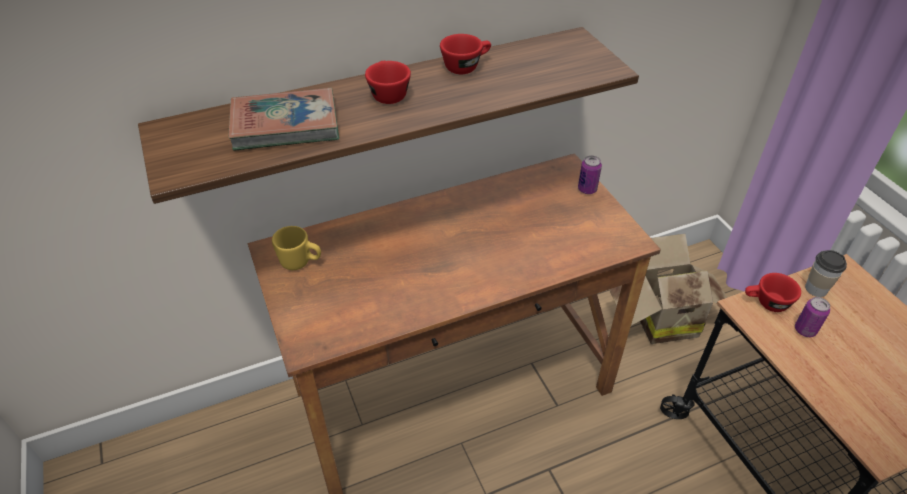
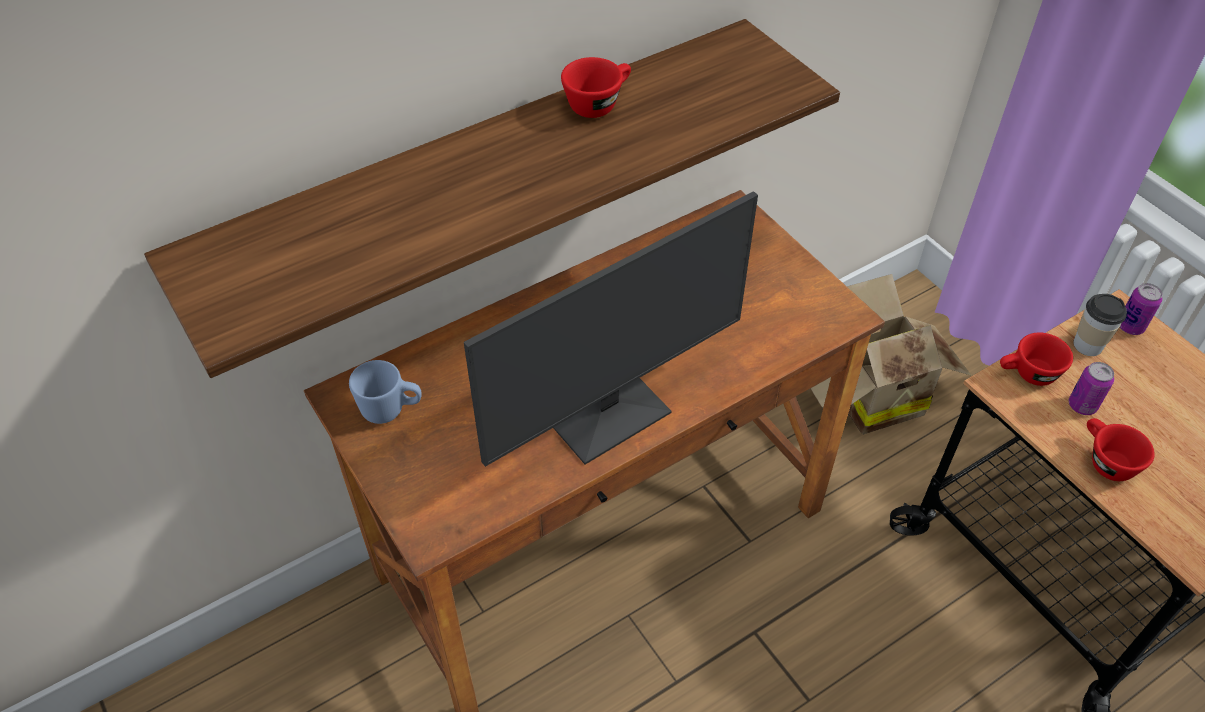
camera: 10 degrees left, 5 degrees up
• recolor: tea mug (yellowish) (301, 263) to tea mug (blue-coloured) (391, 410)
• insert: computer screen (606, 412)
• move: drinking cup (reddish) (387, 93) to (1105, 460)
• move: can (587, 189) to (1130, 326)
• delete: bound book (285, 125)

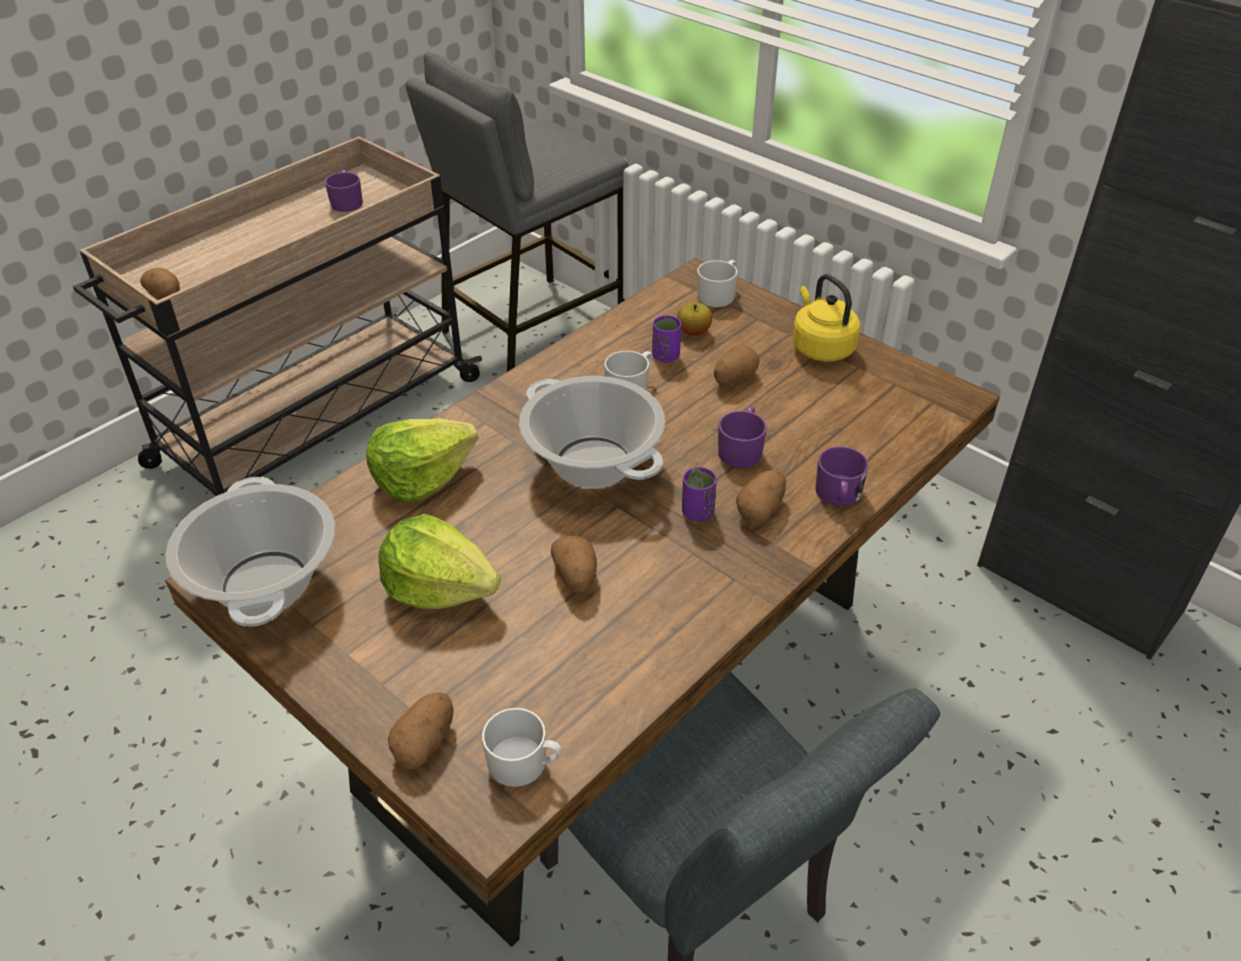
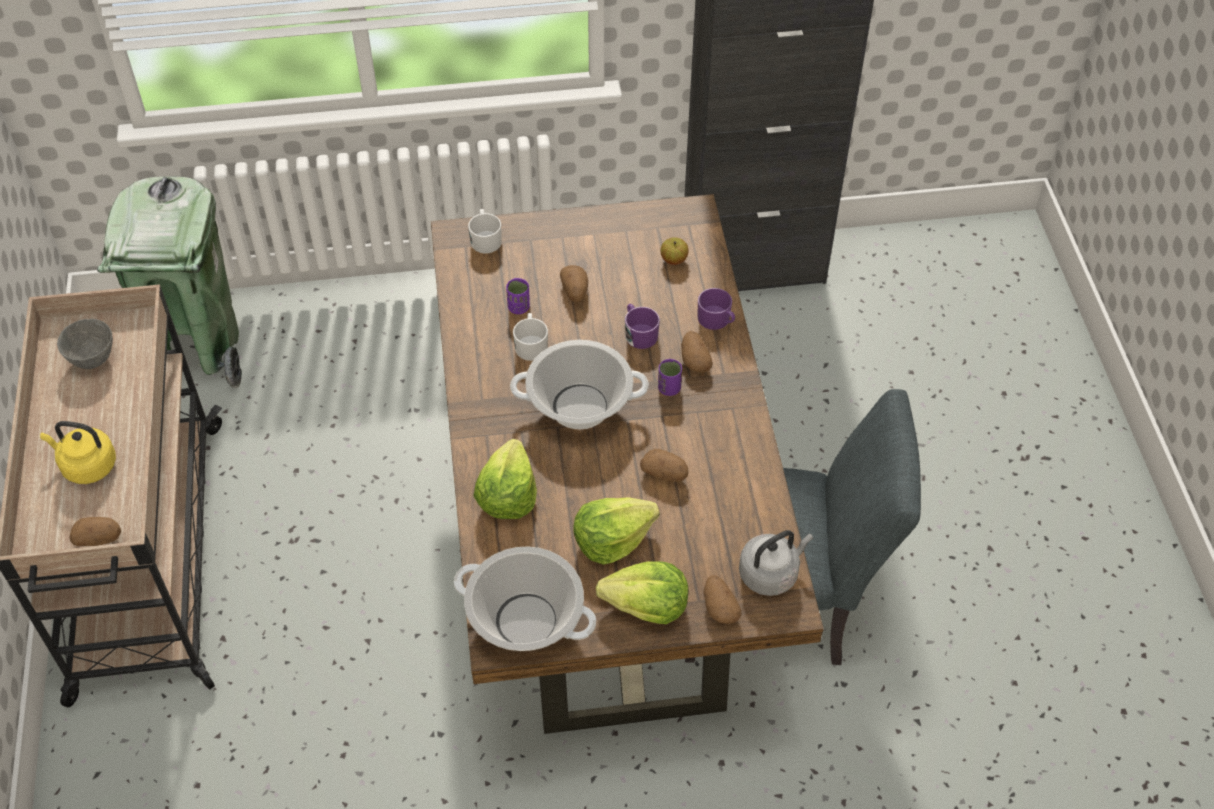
camera: 50 degrees left, 10 degrees up
• move: kettle (yellowish) (820, 347) to (87, 466)
• replace: tea mug (purple) (347, 202) to serving bowl (greyish) (91, 359)
• replace: stool seat (greyish) (531, 328) to rubbish bin (green) (197, 352)
• insert: lettuce head (647, 606)
• move: apple (693, 332) to (674, 259)
• replace: tea mug (whitish) (525, 763) to kettle (greyish) (771, 573)

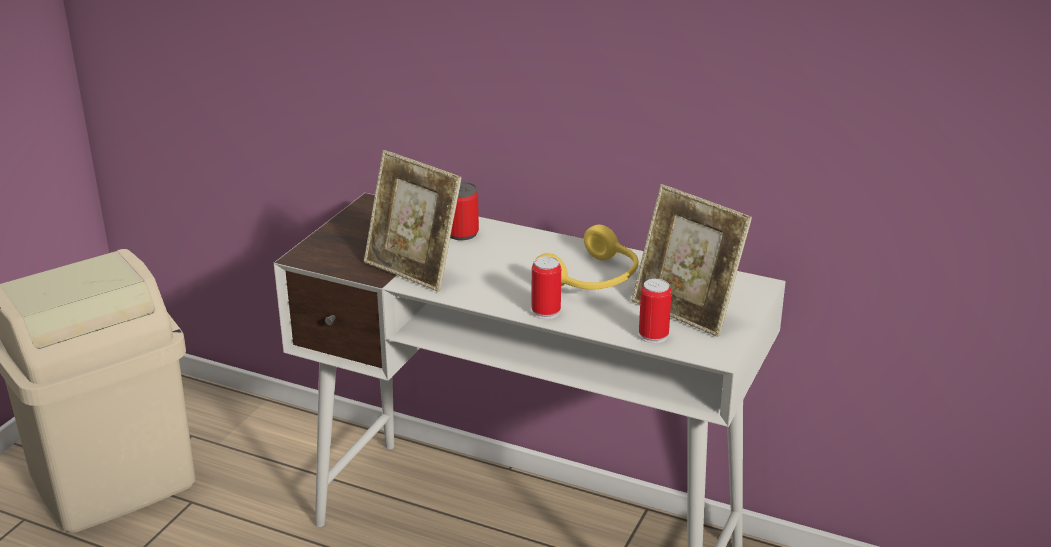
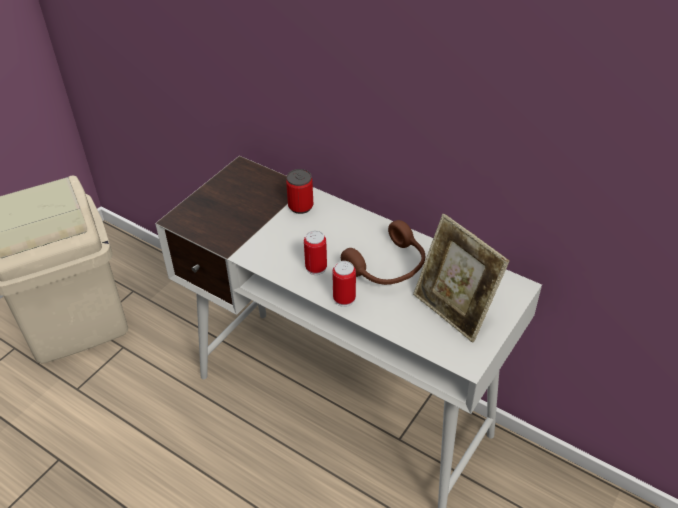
camera: 10 degrees right, 15 degrees up
• move: can (653, 335) to (316, 267)
• recolor: pair of headphones (yellowish) (592, 280) to pair of headphones (brownish) (388, 267)
• delete: picture frame (413, 270)

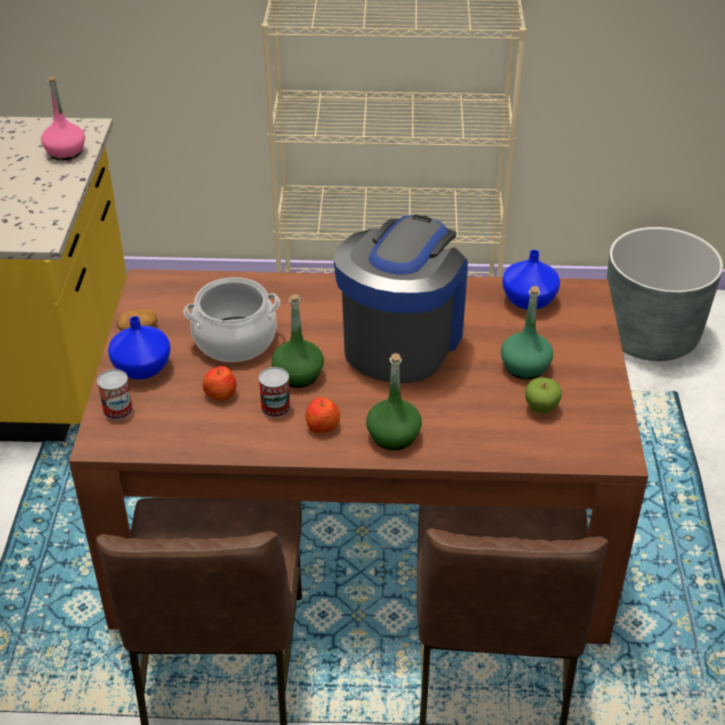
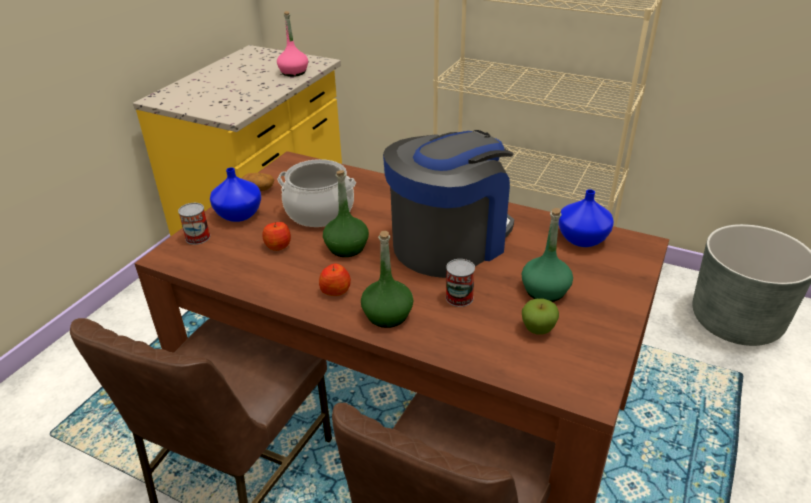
camera: 25 degrees right, 5 degrees down
• move: can (275, 407) to (459, 297)

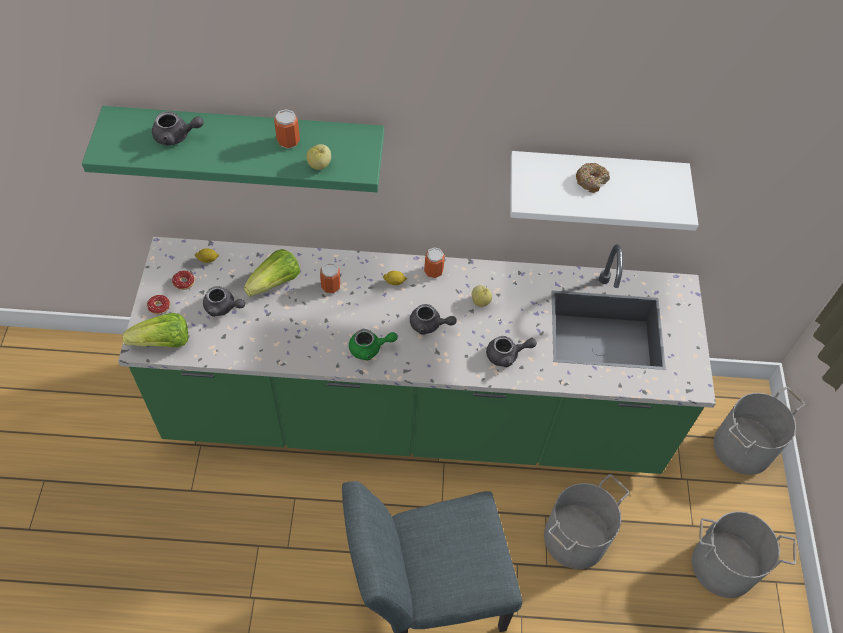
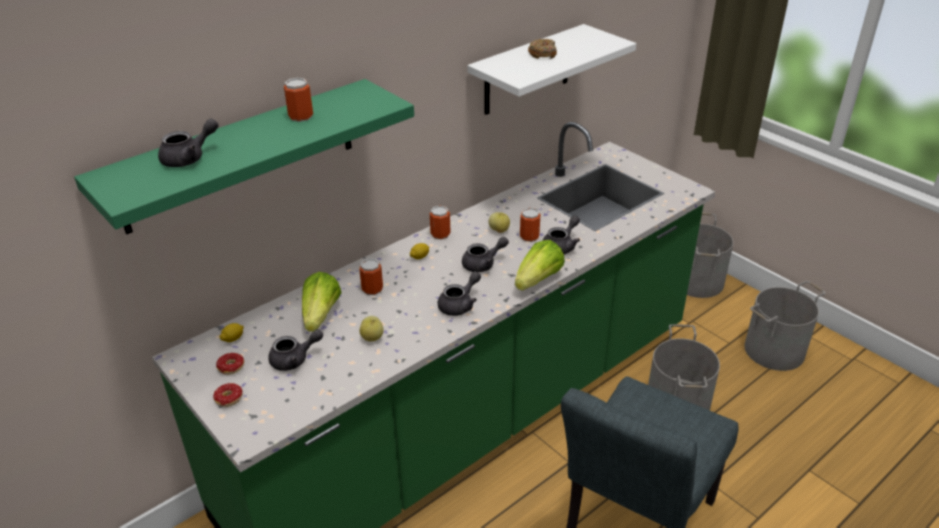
camera: 40 degrees left, 20 degrees down
• move: apple (319, 165) to (372, 337)
• recolor: teapot (green) (370, 348) to teapot (greyish) (460, 305)
• move: lettuce head (163, 342) to (538, 280)
• insert: can (529, 237)

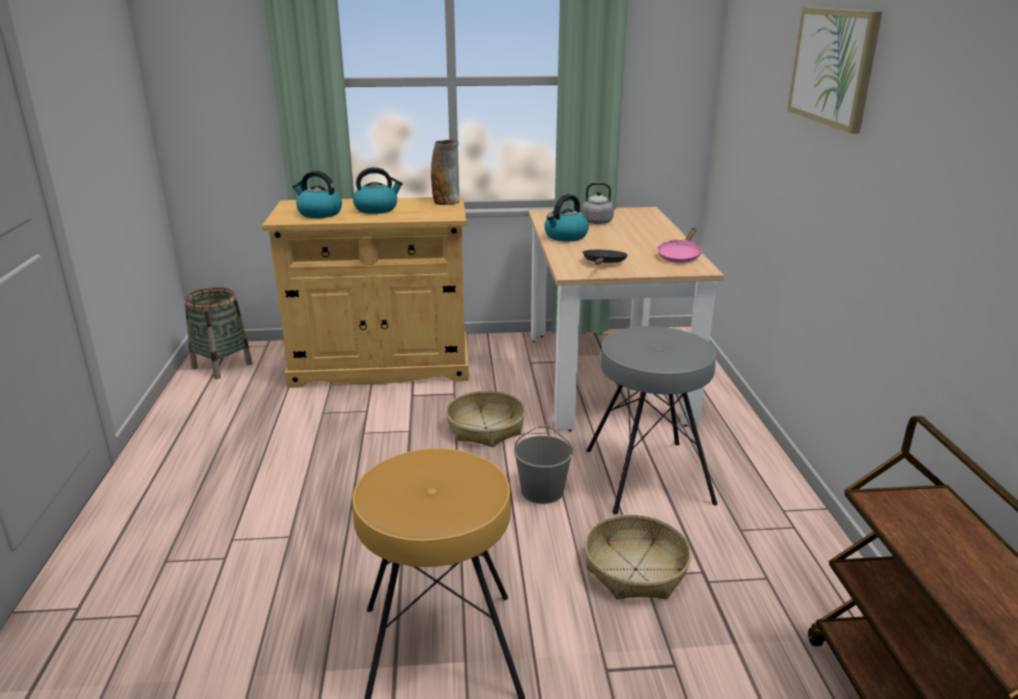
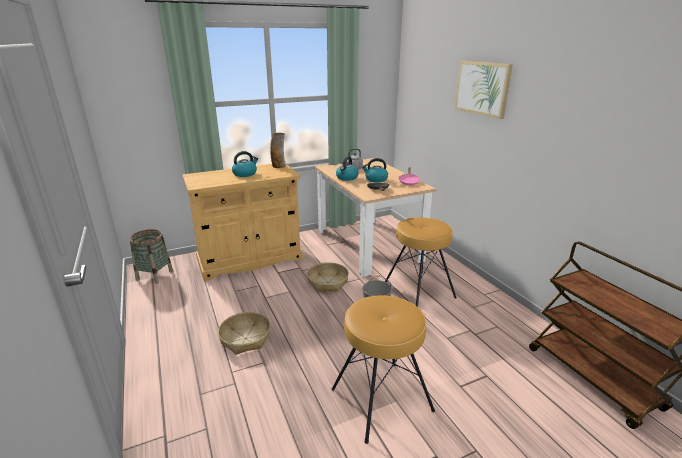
camera: 20 degrees left, 0 degrees up
• move: basket (636, 569) to (246, 338)
• move: kettle (319, 213) to (375, 179)
• recolor: stool seat (greyish) (647, 476) to stool seat (brownish) (418, 291)

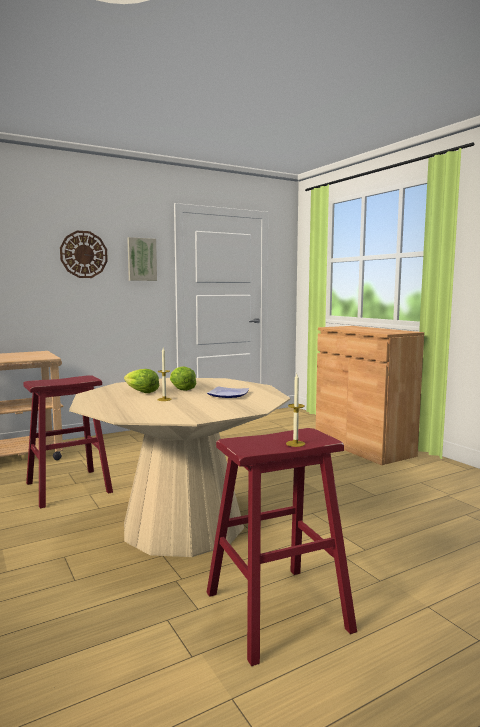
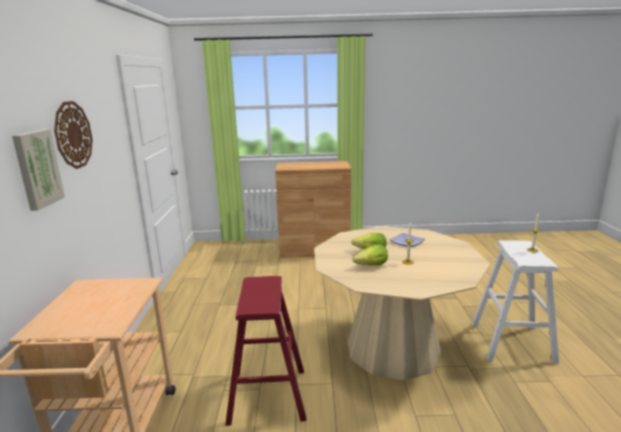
camera: 60 degrees left, 10 degrees up
• move: picture (141, 259) to (37, 168)
• recolor: stool seat (reddish) (277, 611) to stool seat (whitish) (512, 342)

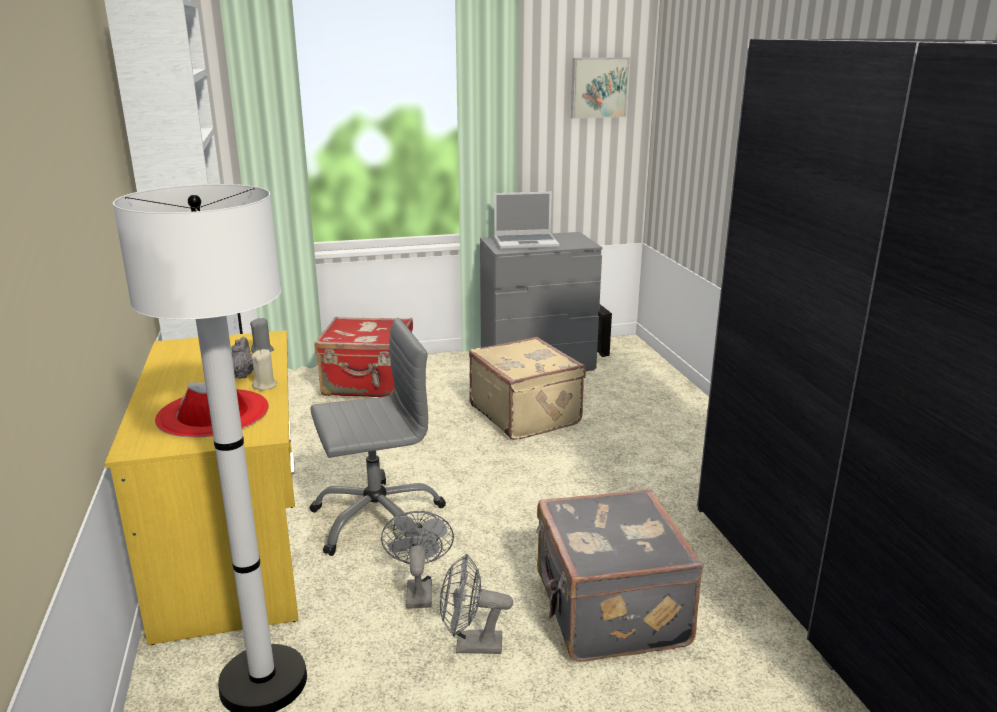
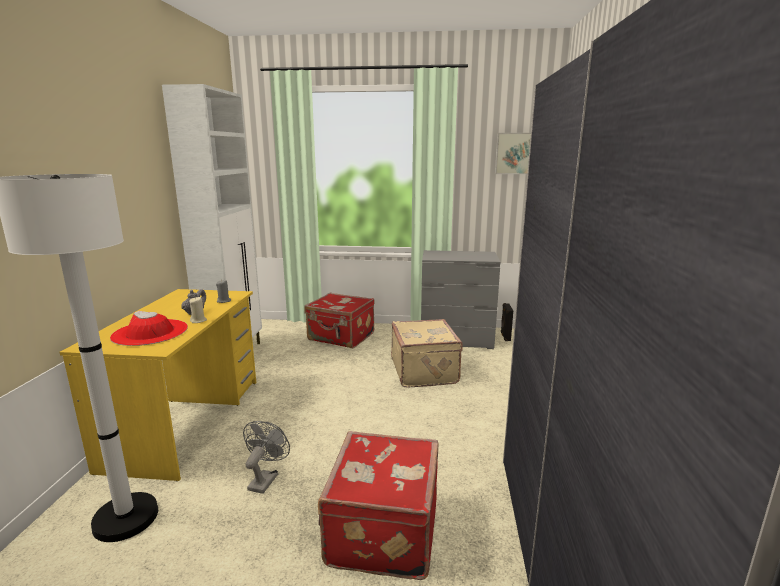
camera: 20 degrees right, 5 degrees down
• recolor: piece of luggage (greyish) (608, 611) to piece of luggage (reddish) (381, 531)
• delete: desk chair (greyish) (377, 519)
• delete: cooling fan (greyish) (470, 645)
• delete: laptop (526, 243)

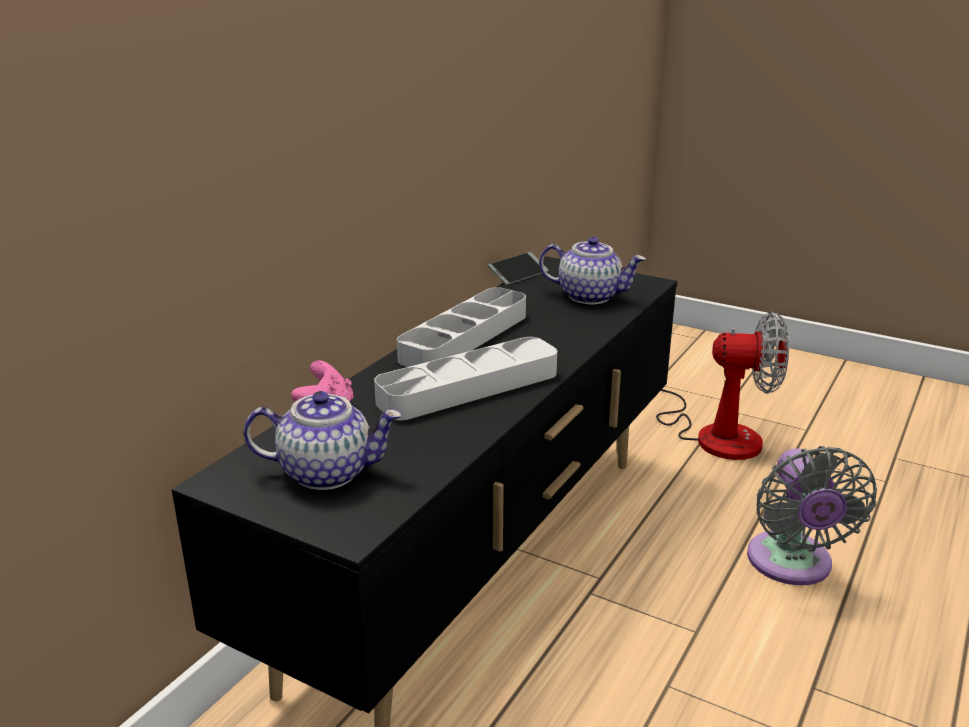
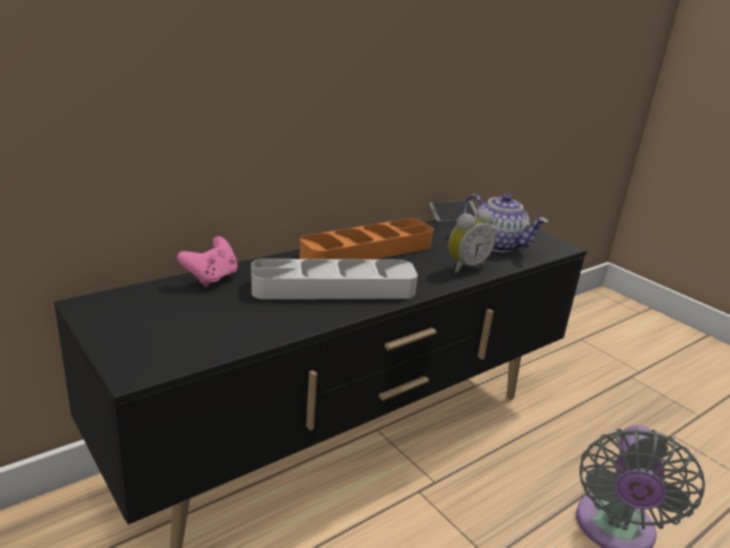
camera: 20 degrees right, 0 degrees up
• recolor: serving tray (greyish) (465, 337) to serving tray (orange) (367, 251)
• insert: table clock (465, 266)
• delete: teapot (327, 472)
• delete: cooling fan (712, 432)

